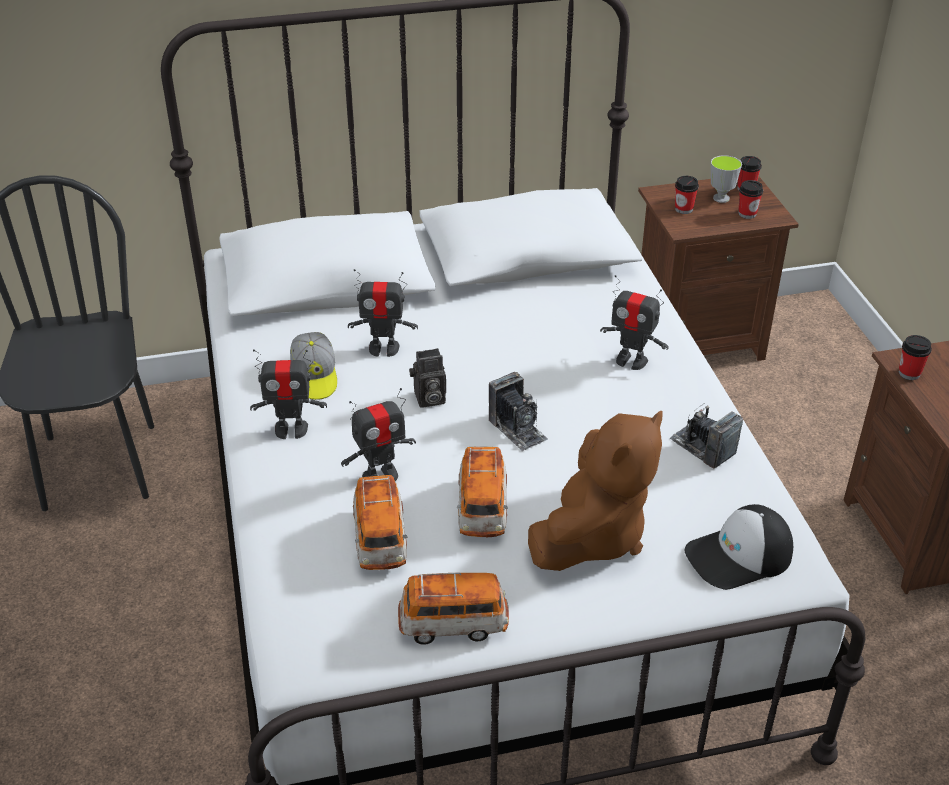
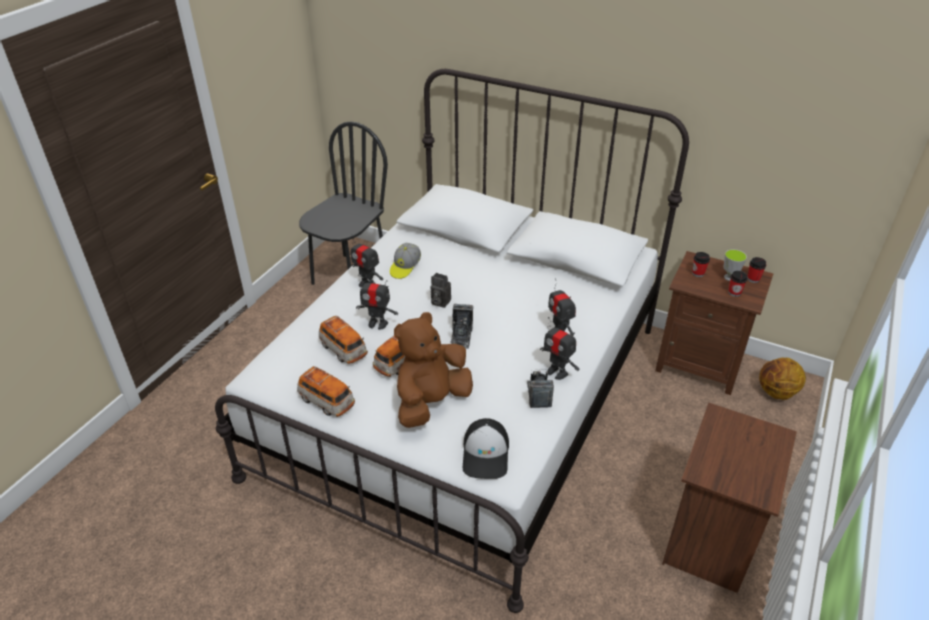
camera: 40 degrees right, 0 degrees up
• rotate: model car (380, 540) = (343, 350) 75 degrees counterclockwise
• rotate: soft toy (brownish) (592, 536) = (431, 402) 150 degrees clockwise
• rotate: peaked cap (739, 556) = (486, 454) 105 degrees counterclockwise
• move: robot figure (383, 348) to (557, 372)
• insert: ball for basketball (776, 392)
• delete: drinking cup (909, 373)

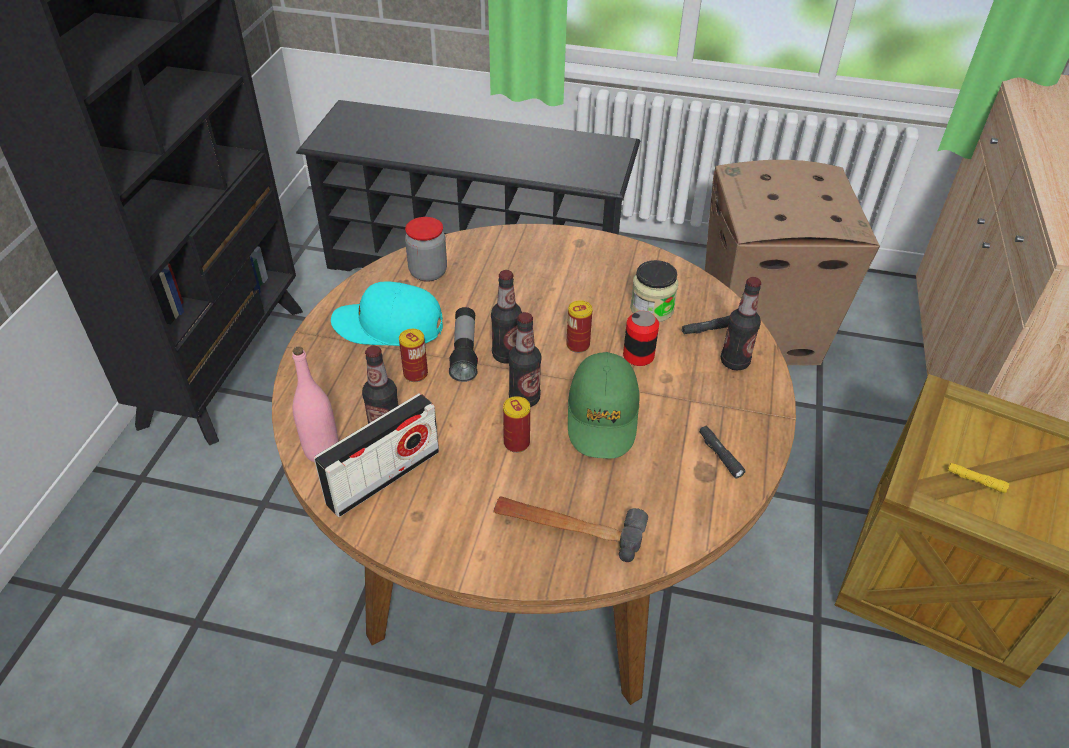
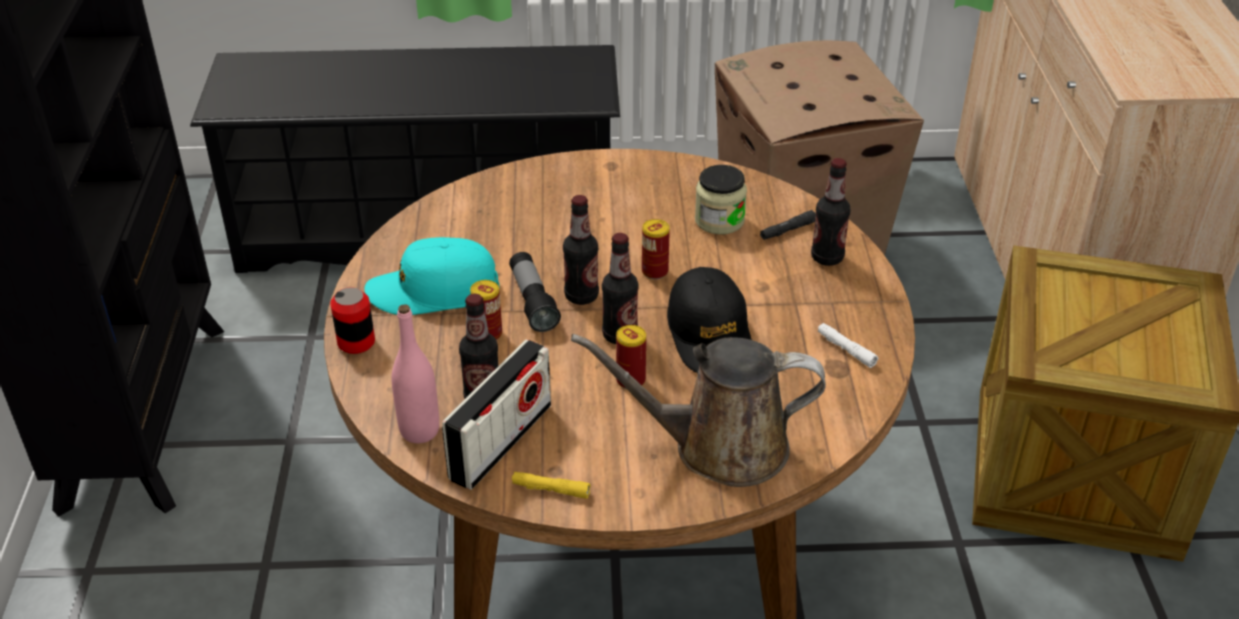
camera: 15 degrees left, 5 degrees down
• move: can (638, 356) to (356, 342)
• move: hand torch (yellowish) (975, 481) to (550, 490)
• replace: hammer (568, 526) to watering pot (brownish) (719, 447)
• recolor: peaked cap (green) (603, 415) to peaked cap (black) (710, 335)
• recolor: hand torch (black) (719, 455) to hand torch (whitish) (845, 349)
• delete: jar (428, 272)

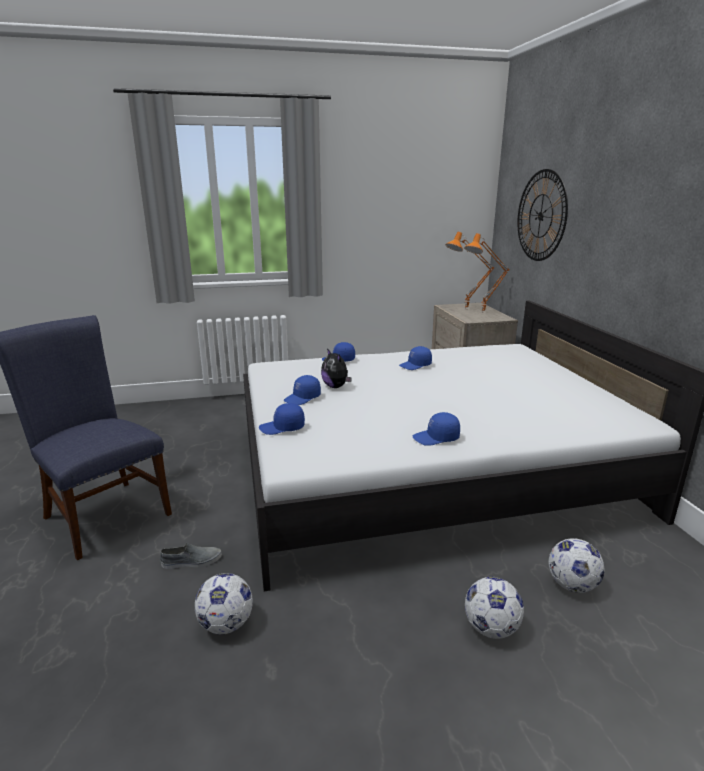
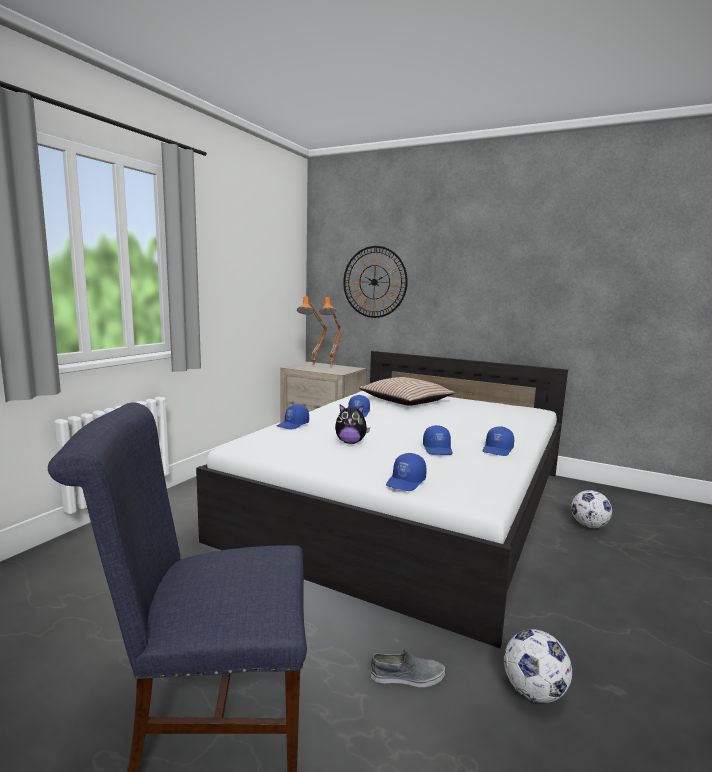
camera: 50 degrees left, 10 degrees down
• insert: pillow (406, 401)
• rotate: item of footwear (greyish) (191, 561) = (407, 677) 60 degrees clockwise
• move: peaked cap (blue-coloured) (302, 398) to (438, 449)
• delete: ball for football (491, 628)

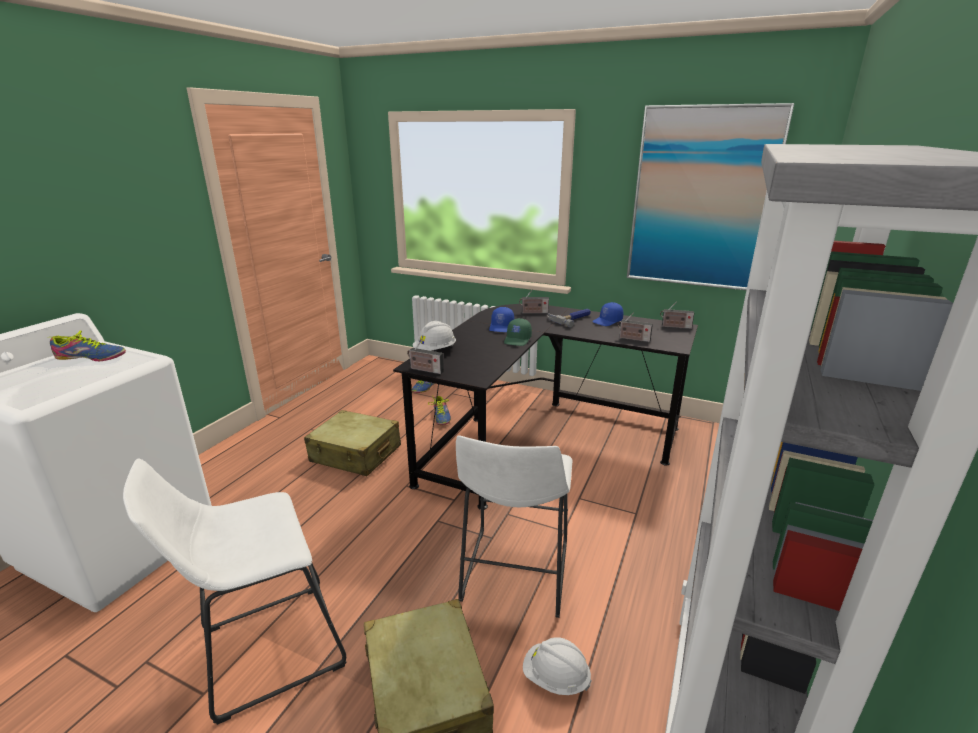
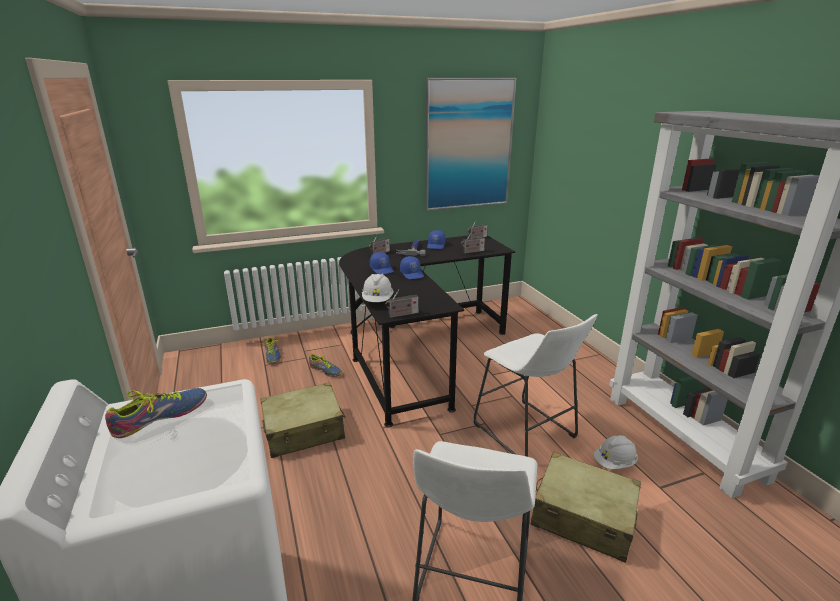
camera: 45 degrees left, 0 degrees up
• recolor: peaked cap (green) (518, 340) to peaked cap (blue-coloured) (412, 274)

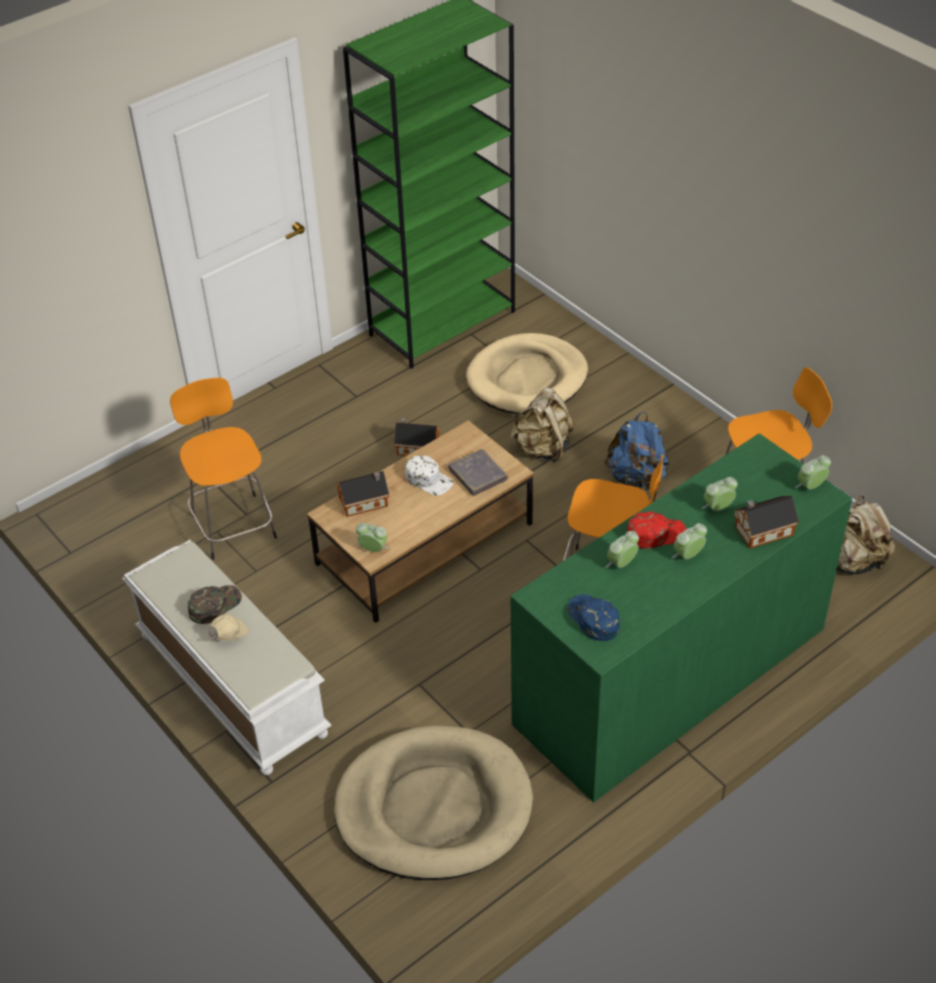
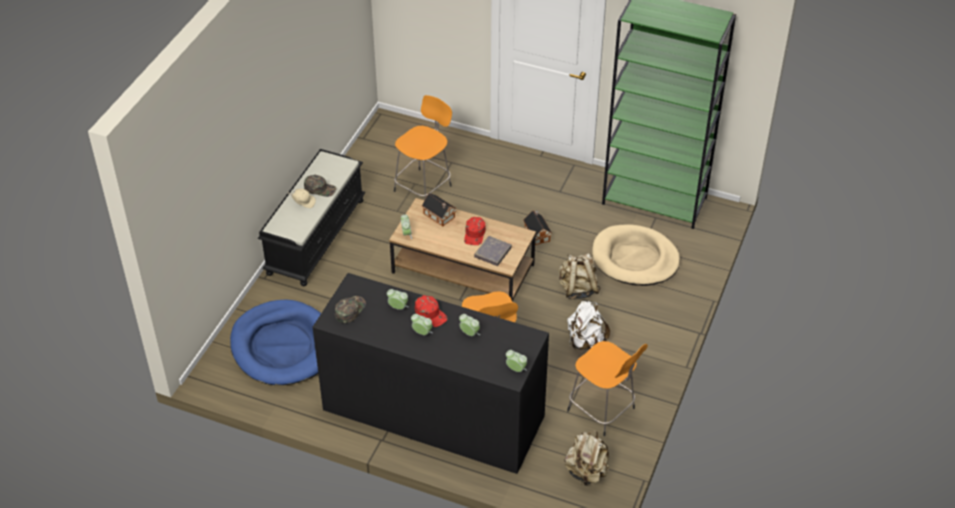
camera: 60 degrees right, 0 degrees up
• recolor: pet bed (beige-coloured) (434, 807) to pet bed (blue-coloured) (283, 346)
• recolor: bench (whitish) (230, 684) to bench (black) (315, 236)
• recolor: drawer chest (green) (670, 675) to drawer chest (black) (433, 412)
• recolor: peaked cap (blue-coloured) (592, 619) to peaked cap (green) (349, 310)
• recolor: peaked cap (whitish) (429, 479) to peaked cap (reddish) (475, 234)
• recolor: rucksack (blue-coloured) (637, 477) to rucksack (whitish) (585, 341)
• delete: model house (761, 531)

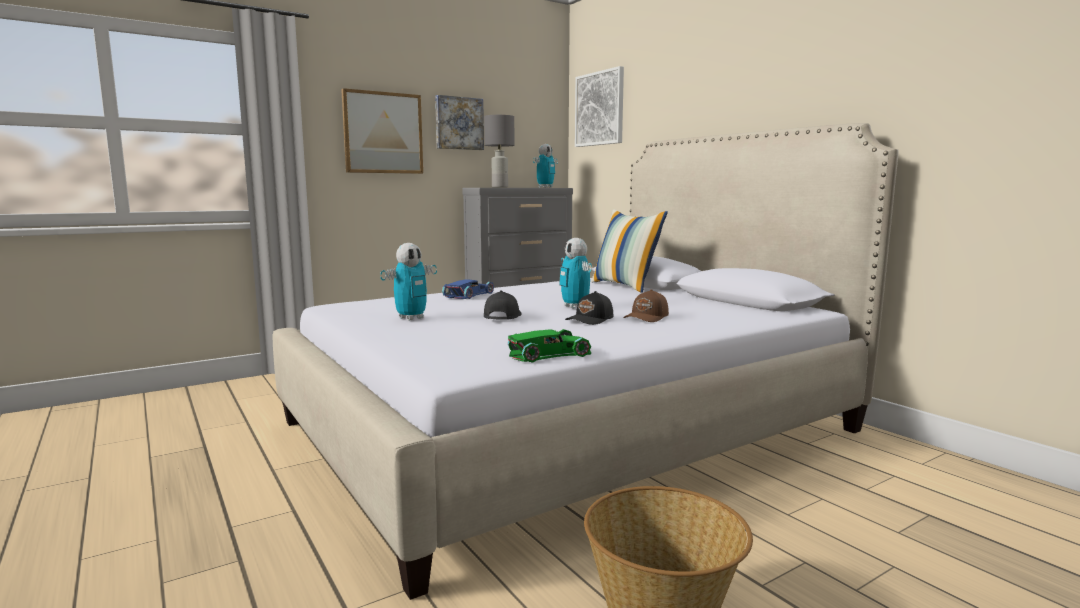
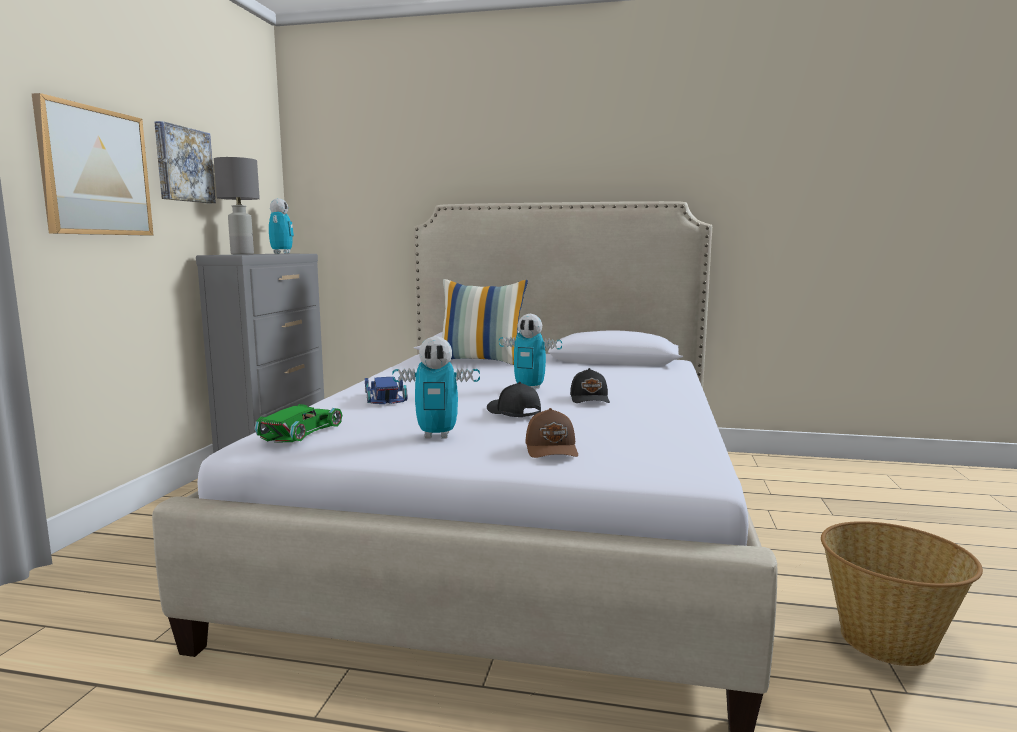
camera: 45 degrees left, 0 degrees up
• move: model car (green) (550, 354) to (302, 431)
• rotate: robot figure (411, 318) = (437, 435) 90 degrees clockwise
• move: peaked cap (brownish) (647, 318) to (552, 449)
• delete: picture (600, 109)

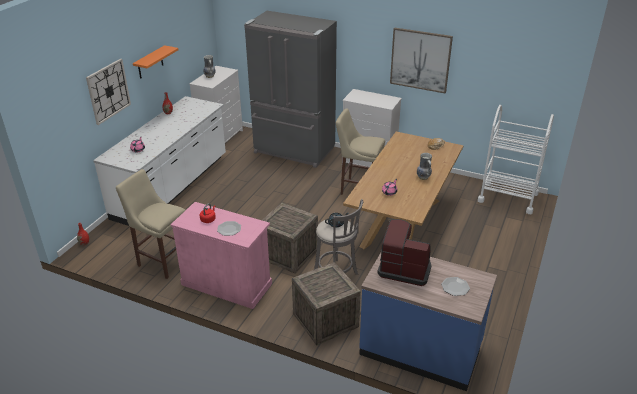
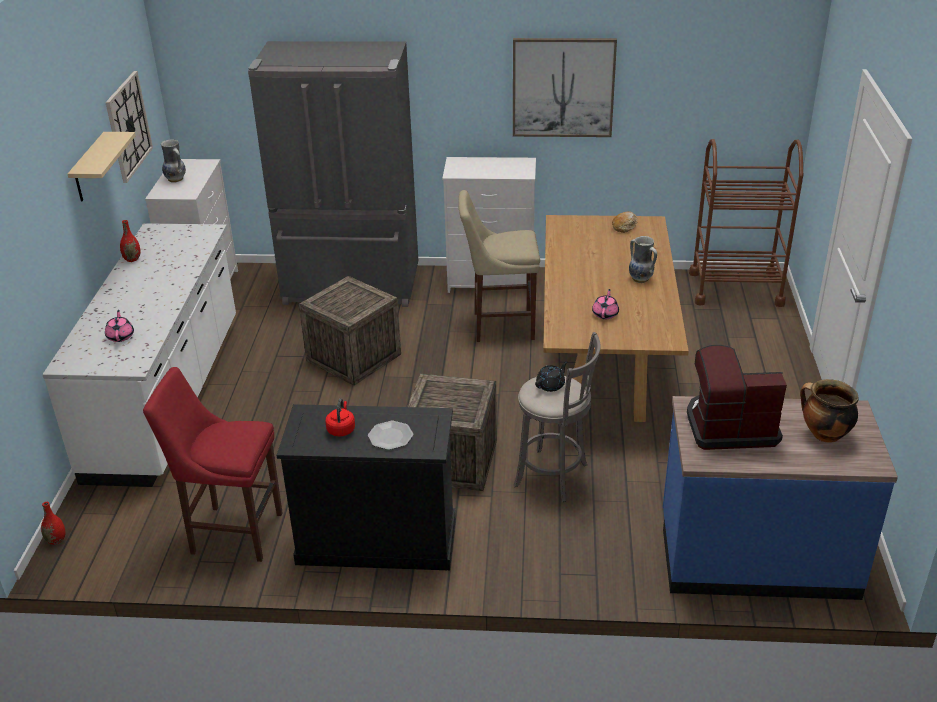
camera: 20 degrees left, 0 degrees up
• recolor: shelf (orange) (150, 62) to shelf (beige-coloured) (90, 168)
• move: clock on the wall (108, 91) to (128, 126)
• recolor: stool seat (beige-coloured) (162, 261) to stool seat (reddish) (232, 532)
• recolor: cupboard (pinkish) (227, 284) to cupboard (black) (377, 540)
• move: packing crate (325, 320) to (353, 357)
• recolor: cart (whitish) (508, 197) to cart (brownish) (735, 288)
• replace: flat dish (455, 287) to cooking pot (823, 435)

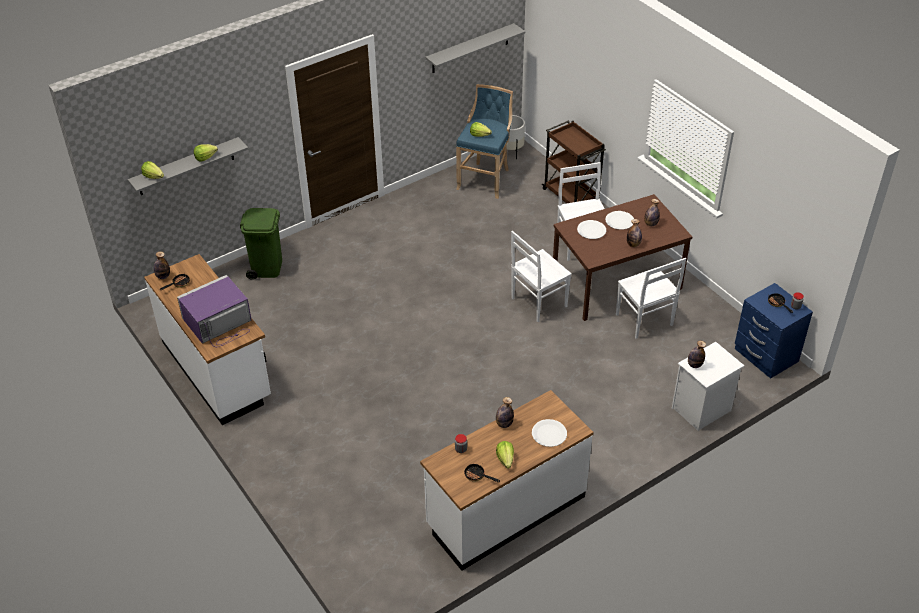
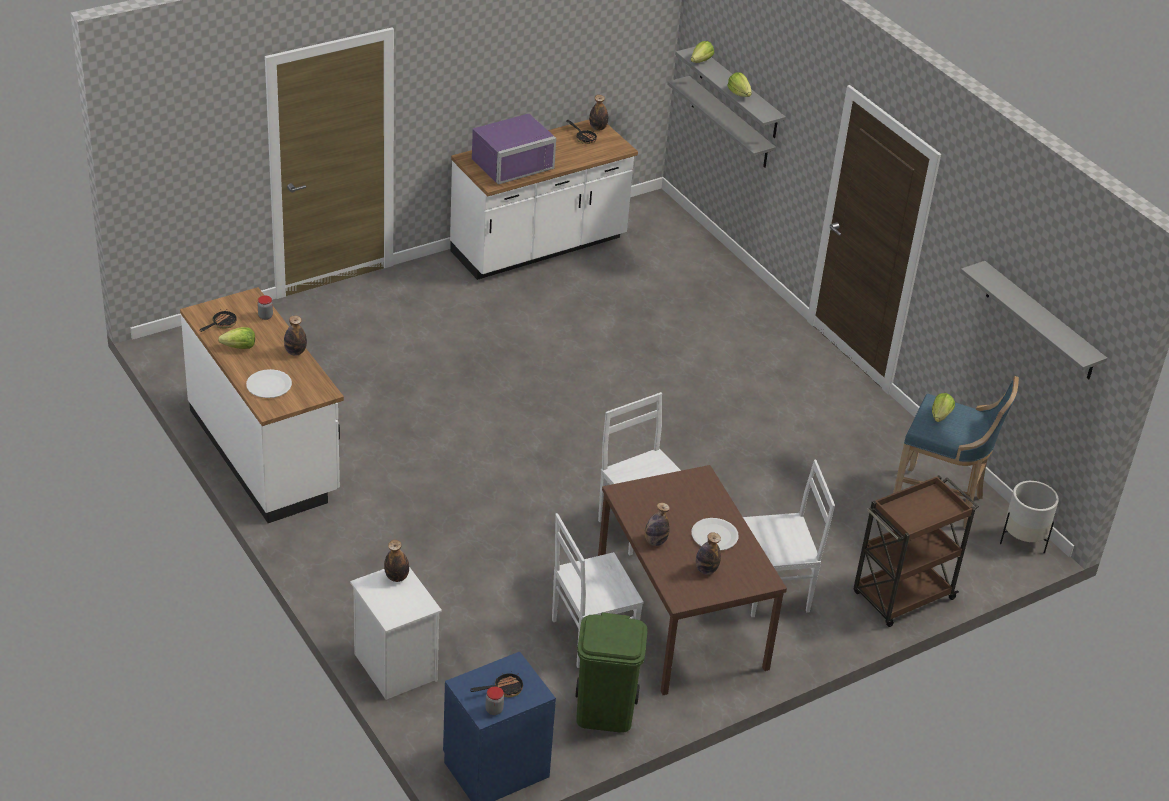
camera: 90 degrees right, 5 degrees down
• rotate: microwave oven (purple) (219, 324) = (510, 163) 90 degrees clockwise
• move: rubbish bin (green) (267, 267) to (605, 713)
• insert: shelf (greyish) (730, 123)
• delete: flat dish (whitish) (591, 230)

